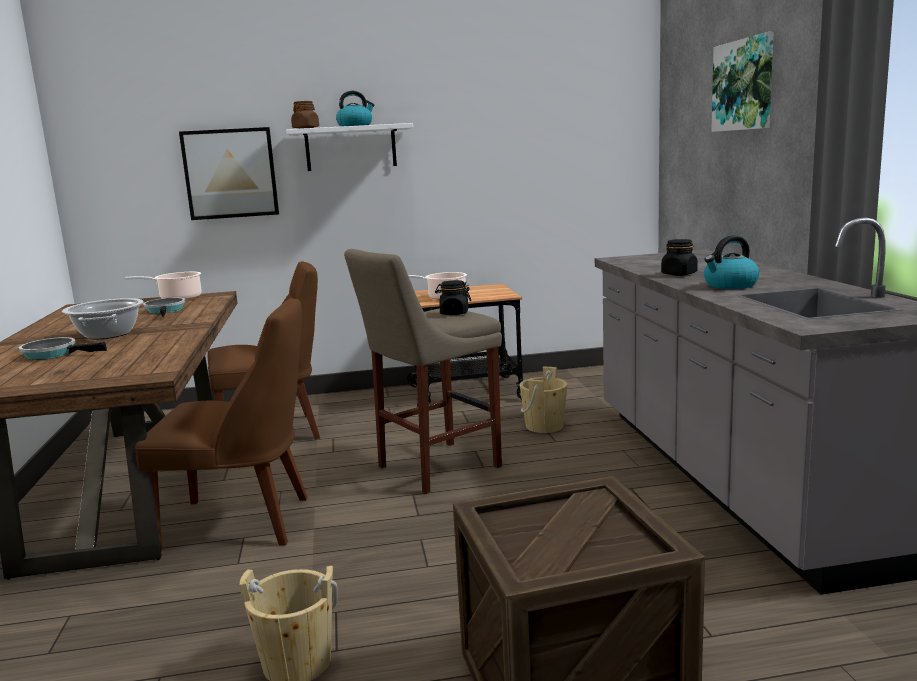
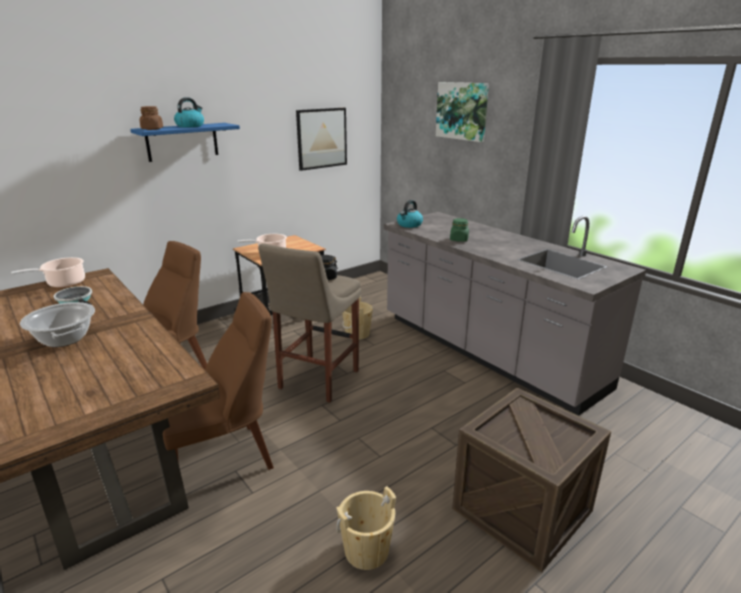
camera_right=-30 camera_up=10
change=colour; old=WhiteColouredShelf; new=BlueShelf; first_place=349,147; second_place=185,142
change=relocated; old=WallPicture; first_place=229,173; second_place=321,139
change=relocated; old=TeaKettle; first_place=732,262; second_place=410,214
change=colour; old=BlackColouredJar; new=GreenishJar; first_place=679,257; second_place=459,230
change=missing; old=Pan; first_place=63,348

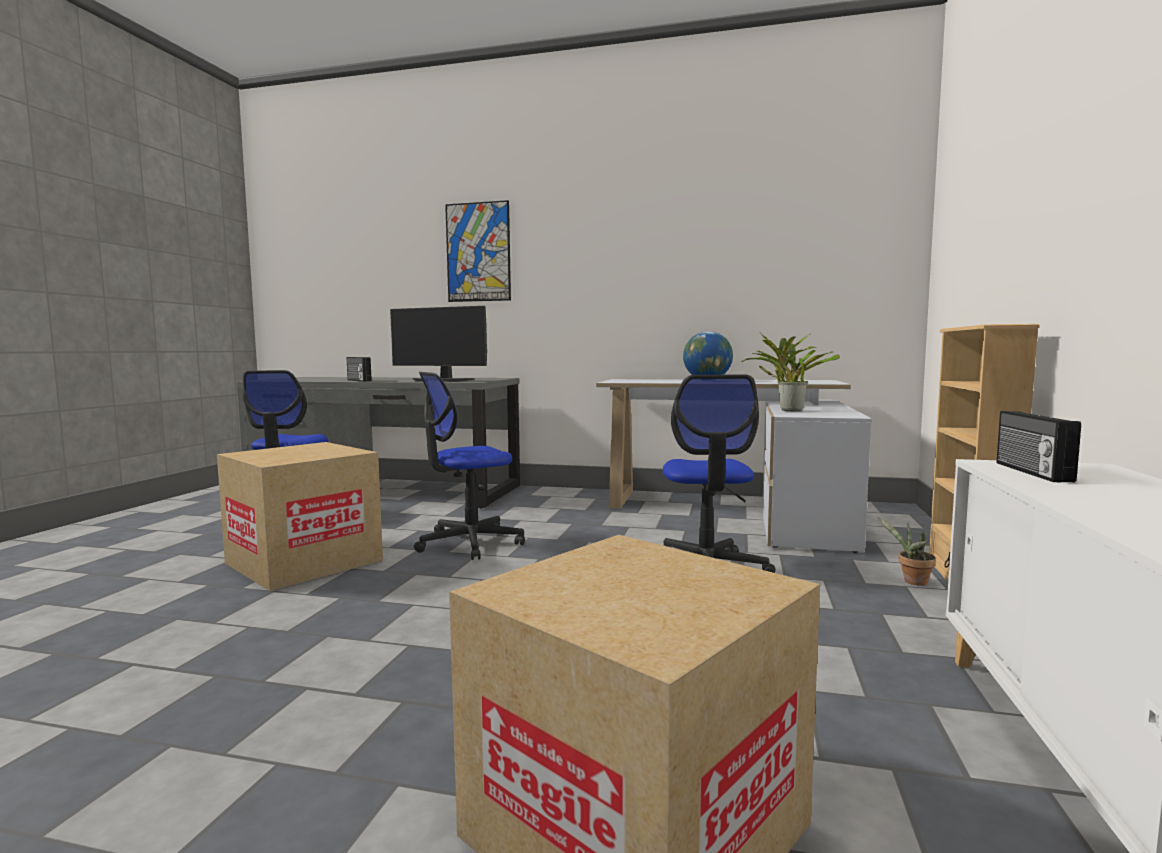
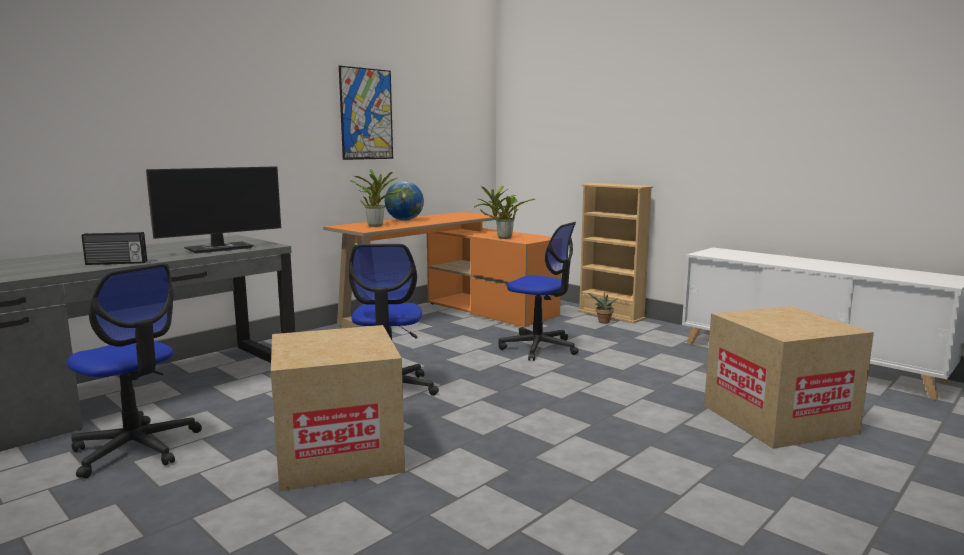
camera_right=-60 camera_up=5
change=relocated; old=WallPicture; first_place=478,251; second_place=366,113
change=colour; old=WhiteColouredDeskUnit; new=OrangeDeskUnit; first_place=734,466; second_place=442,270
change=missing; old=Radio; first_place=1039,446
change=appeared; new=PottedPlant; second_place=376,198

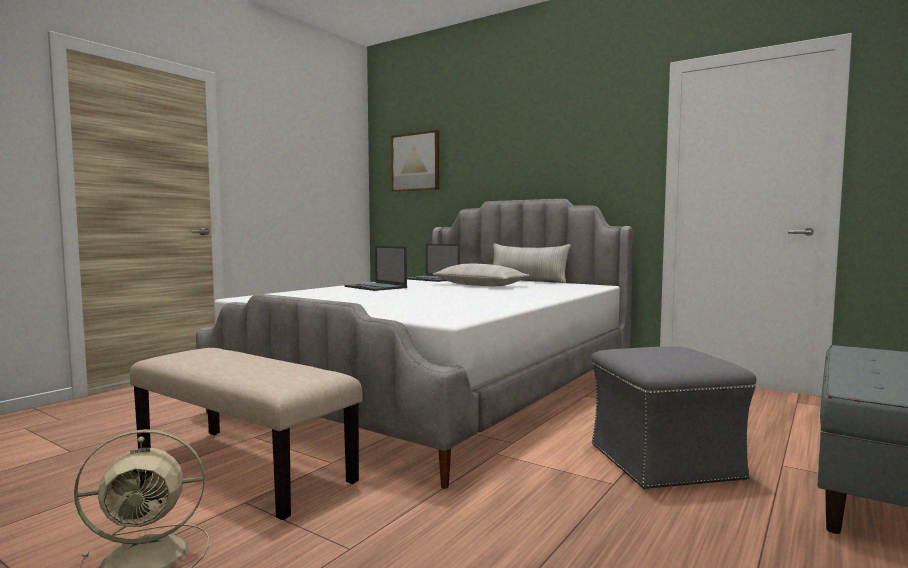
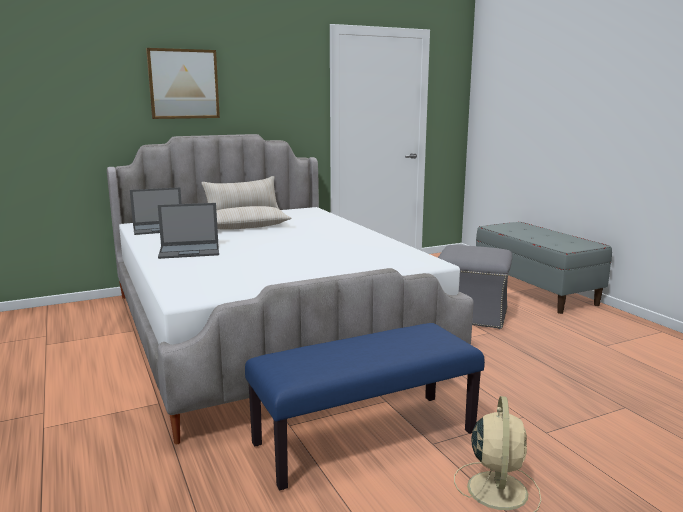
camera_right=-60 camera_up=10
change=relocated; old=WallPicture; first_place=415,161; second_place=183,83
change=colour; old=BeigeBench; new=BlueBench; first_place=246,434; second_place=365,406

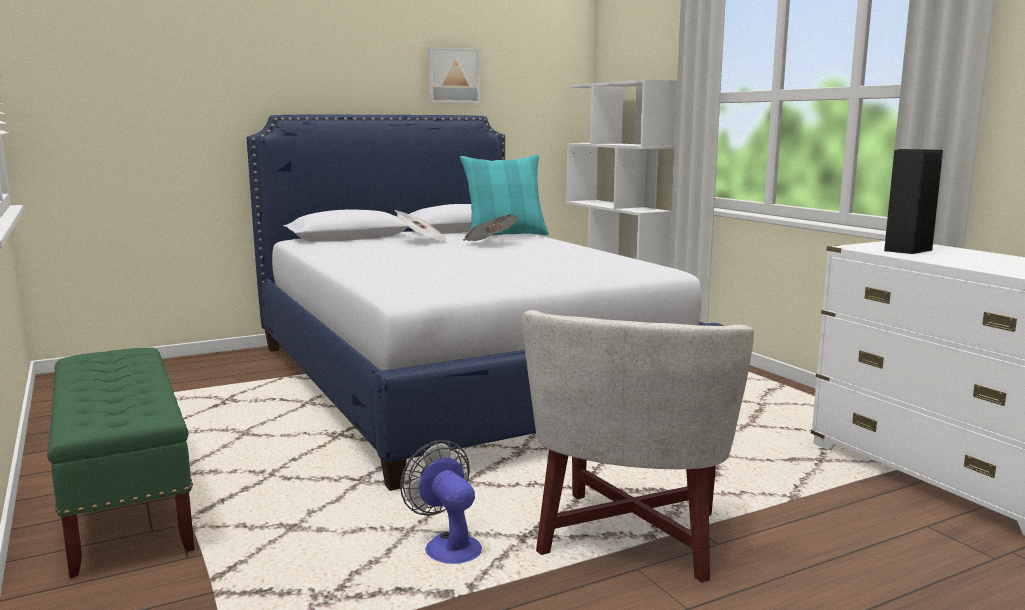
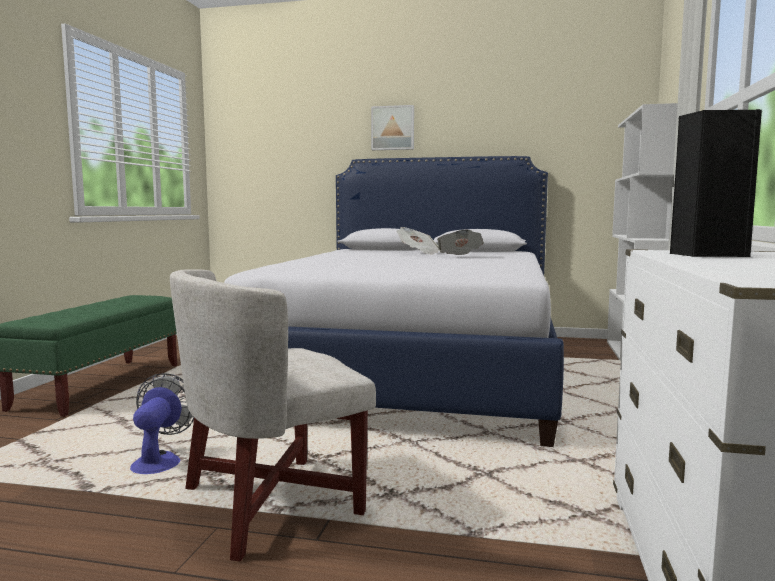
camera_right=40 camera_up=-5
change=relocated; old=WallPicture; first_place=454,75; second_place=392,127
change=missing; old=BlueGreenThrowPillow; first_place=504,195

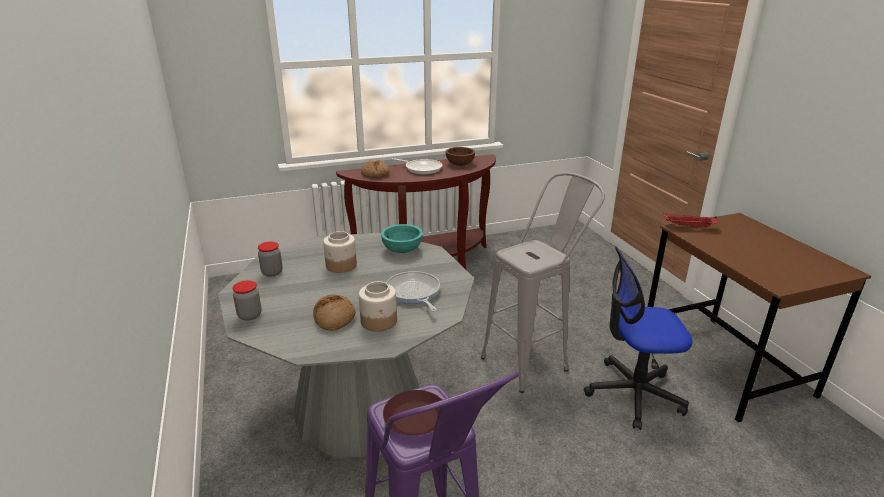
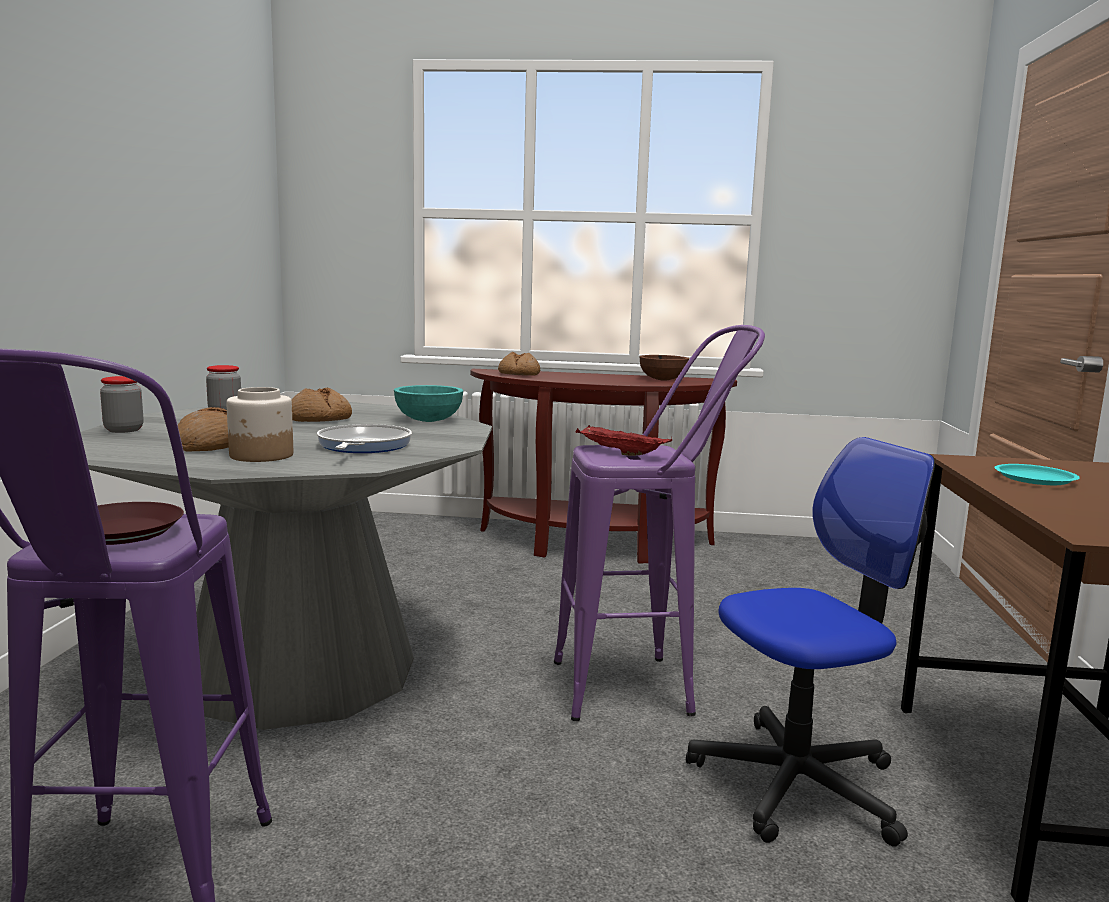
camera_right=25 camera_up=-15
change=missing; old=Pan; first_place=417,166
change=colour; old=GreyishSittingStool; new=PurpleSittingStool; first_place=543,282; second_place=659,523
change=relocated; old=RedCarryingTray; first_place=691,221; second_place=623,441
change=exchanged; old=Jar; new=BakeryBread; first_place=340,252; second_place=321,404
change=spun; old=OfficeChair; first_place=638,338; second_place=810,642; degrees=135
change=appeared; new=BlueGreenDinnerPlate; second_place=1037,474

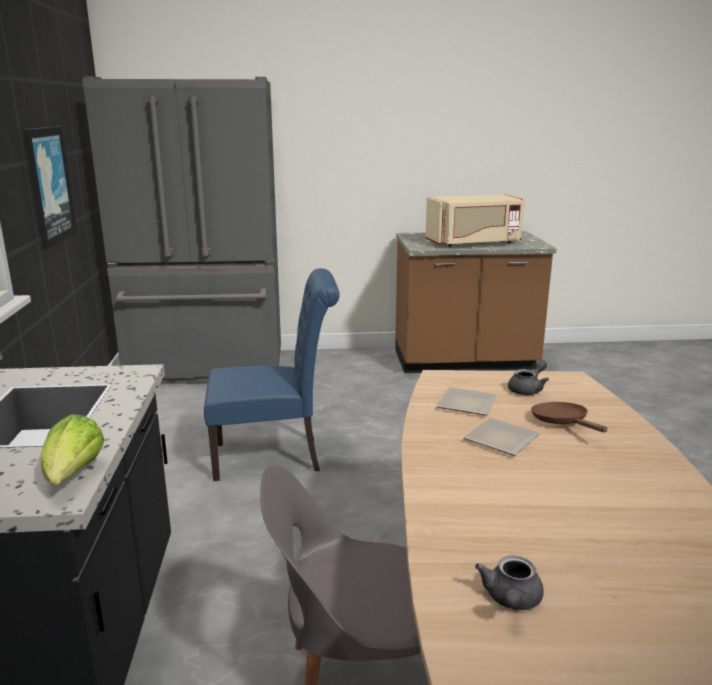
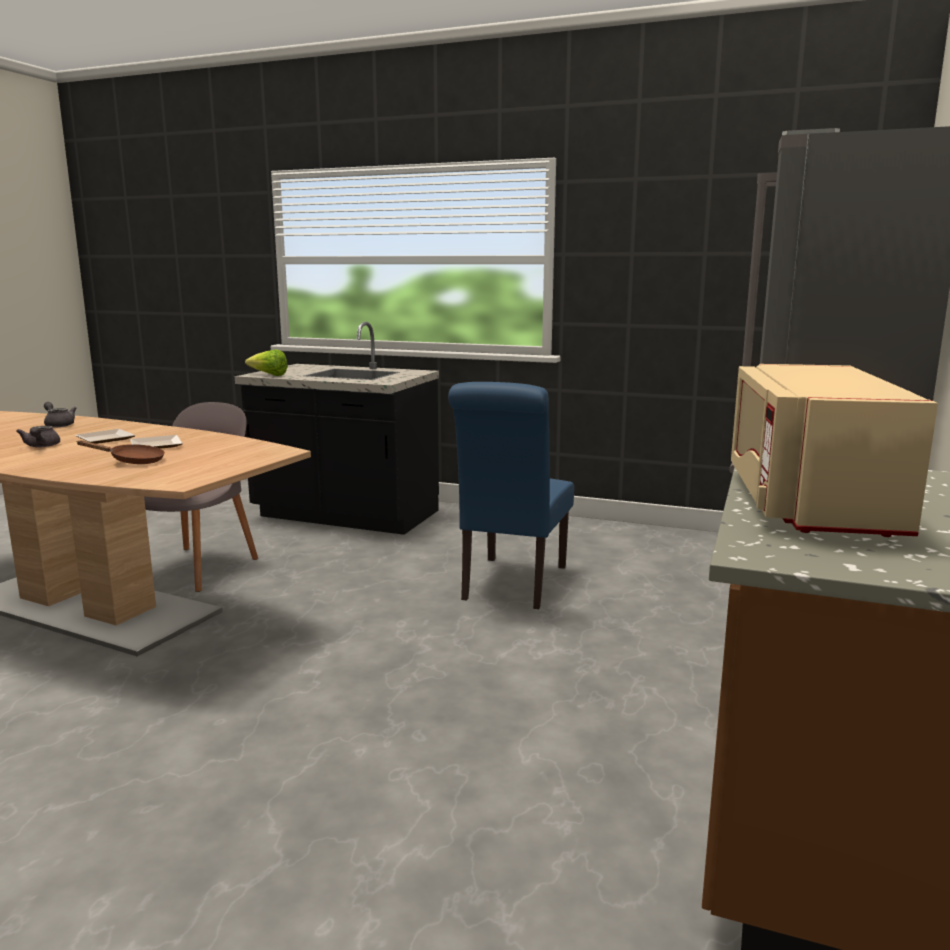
camera_right=115 camera_up=-5
change=missing; old=WallPicture; first_place=50,188
change=relocated; old=GreyishPotForTea; first_place=528,377; second_place=38,436
change=relocated; old=DinnerPlate; first_place=467,401; second_place=105,436

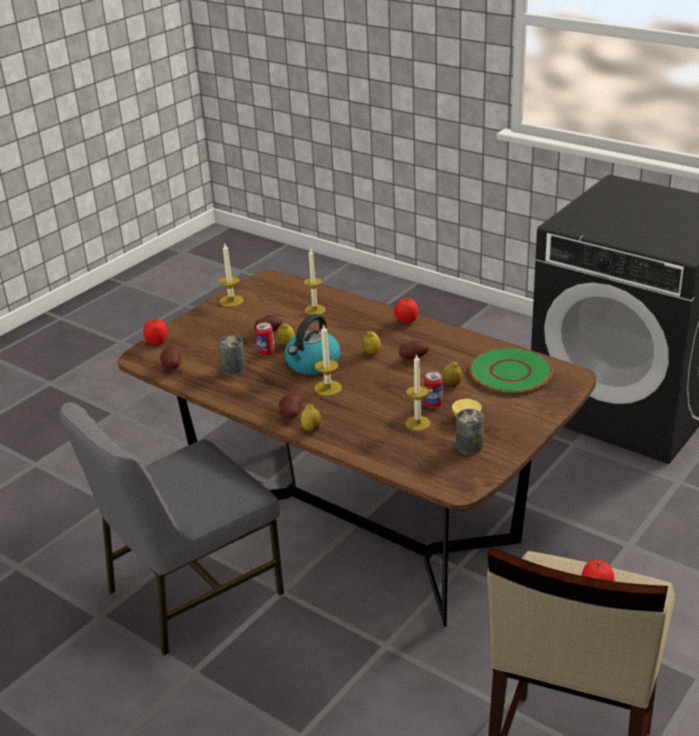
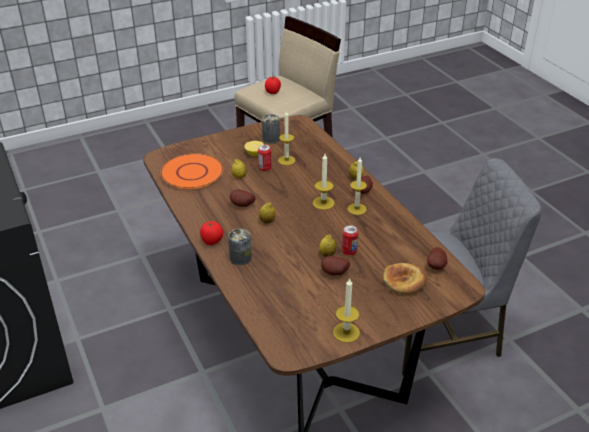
camera_right=-155 camera_up=5
change=relocated; old=WaxCandle; first_place=315,281; second_place=357,186
change=missing; old=TeaKettle; first_place=313,344
change=missing; old=FreshTomato; first_place=155,332
change=relocated; old=MetalCan; first_place=231,356; second_place=240,247
change=colour; old=GreenishDinnerPlate; new=OrangeDinnerPlate; first_place=511,370; second_place=192,171
change=appeared; new=BakeryBread; second_place=405,278

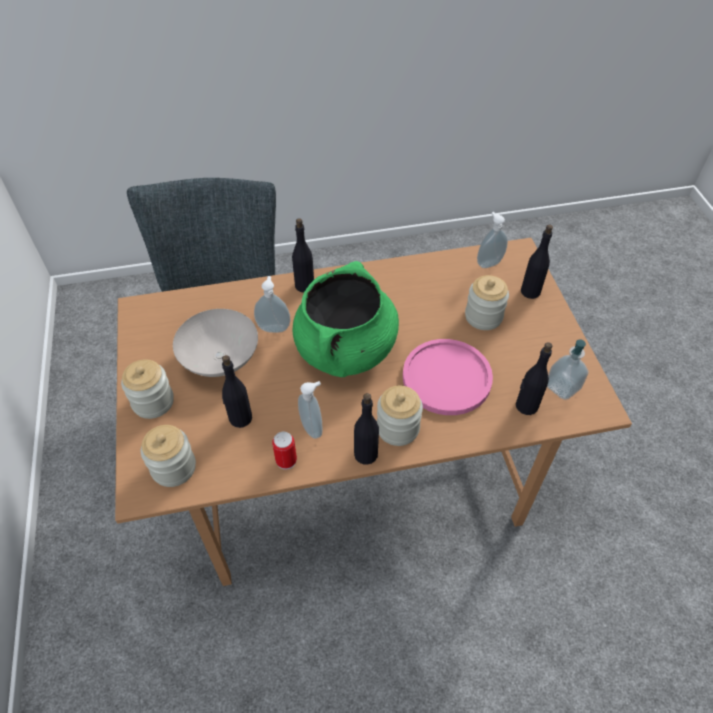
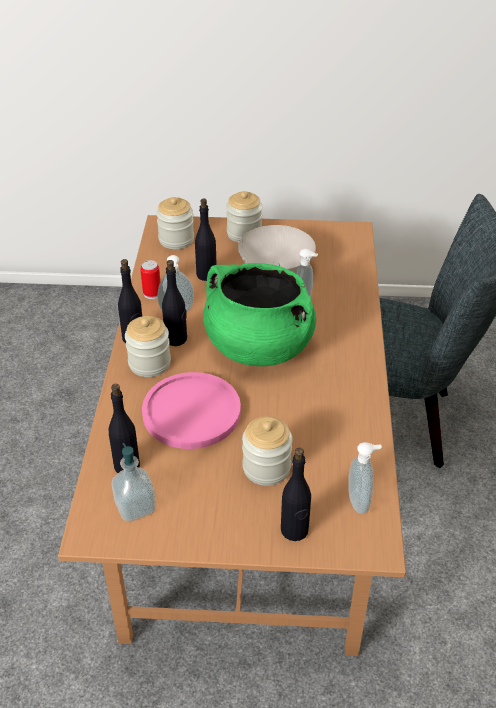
camera_right=105 camera_up=-10
change=relocated; old=BlackColouredDrinkBottle; first_place=303,255; second_place=174,303

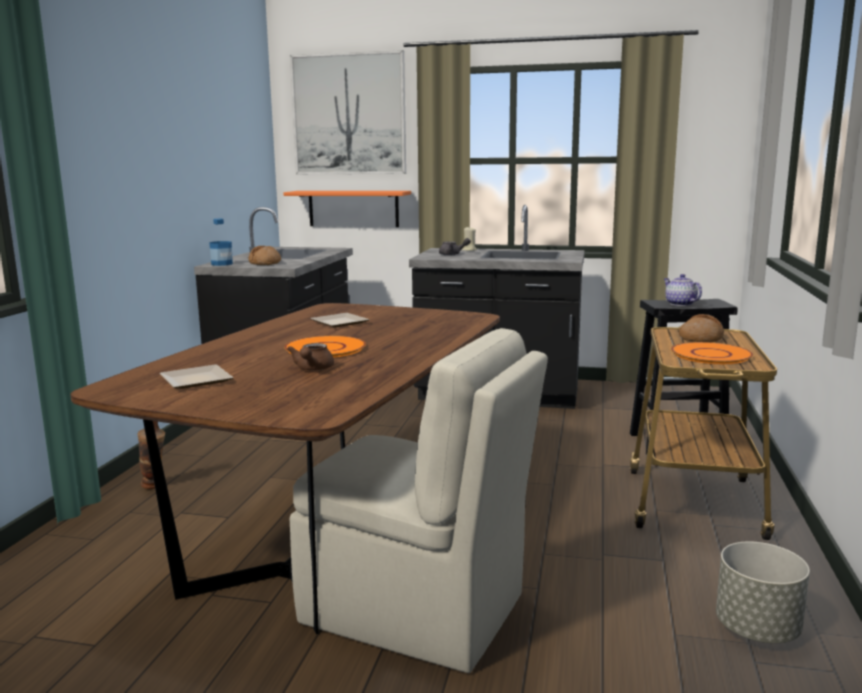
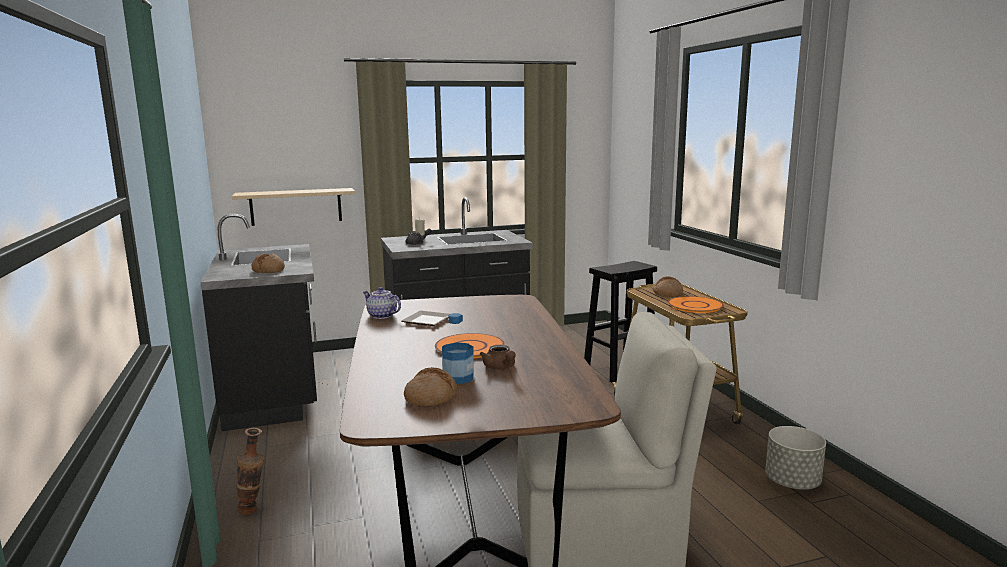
camera_right=-30 camera_up=0
change=missing; old=WallPicture; first_place=348,112
change=colour; old=OrangeShelf; new=BeigeShelf; first_place=347,209; second_place=293,207
change=relocated; old=DrinkBottle; first_place=221,242; second_place=458,348
change=relocated; old=PotForTea; first_place=683,290; second_place=382,303
change=exchanged; old=DinnerPlate; new=BakeryBread; first_place=197,376; second_place=430,386

